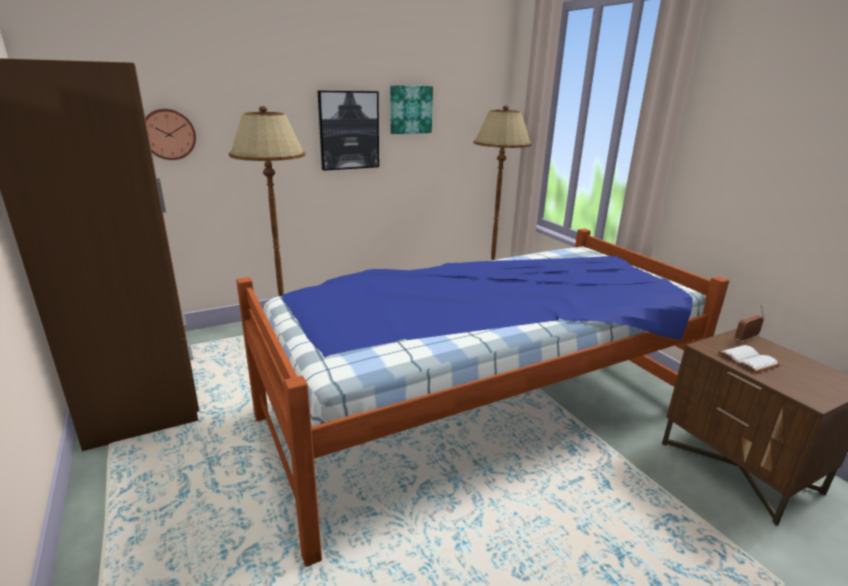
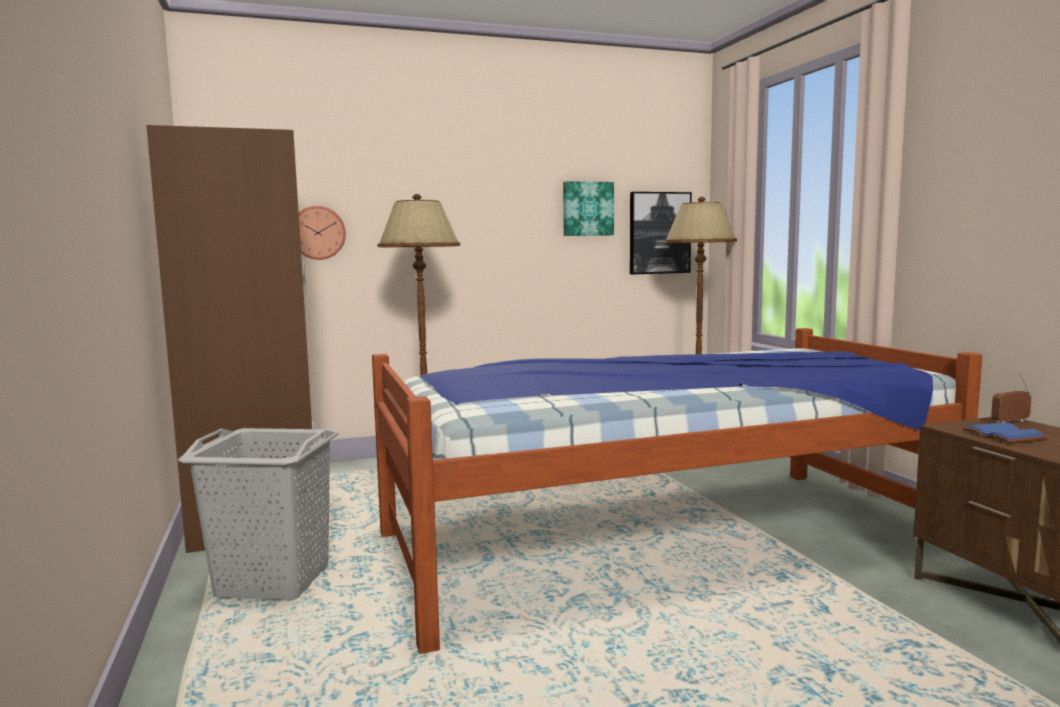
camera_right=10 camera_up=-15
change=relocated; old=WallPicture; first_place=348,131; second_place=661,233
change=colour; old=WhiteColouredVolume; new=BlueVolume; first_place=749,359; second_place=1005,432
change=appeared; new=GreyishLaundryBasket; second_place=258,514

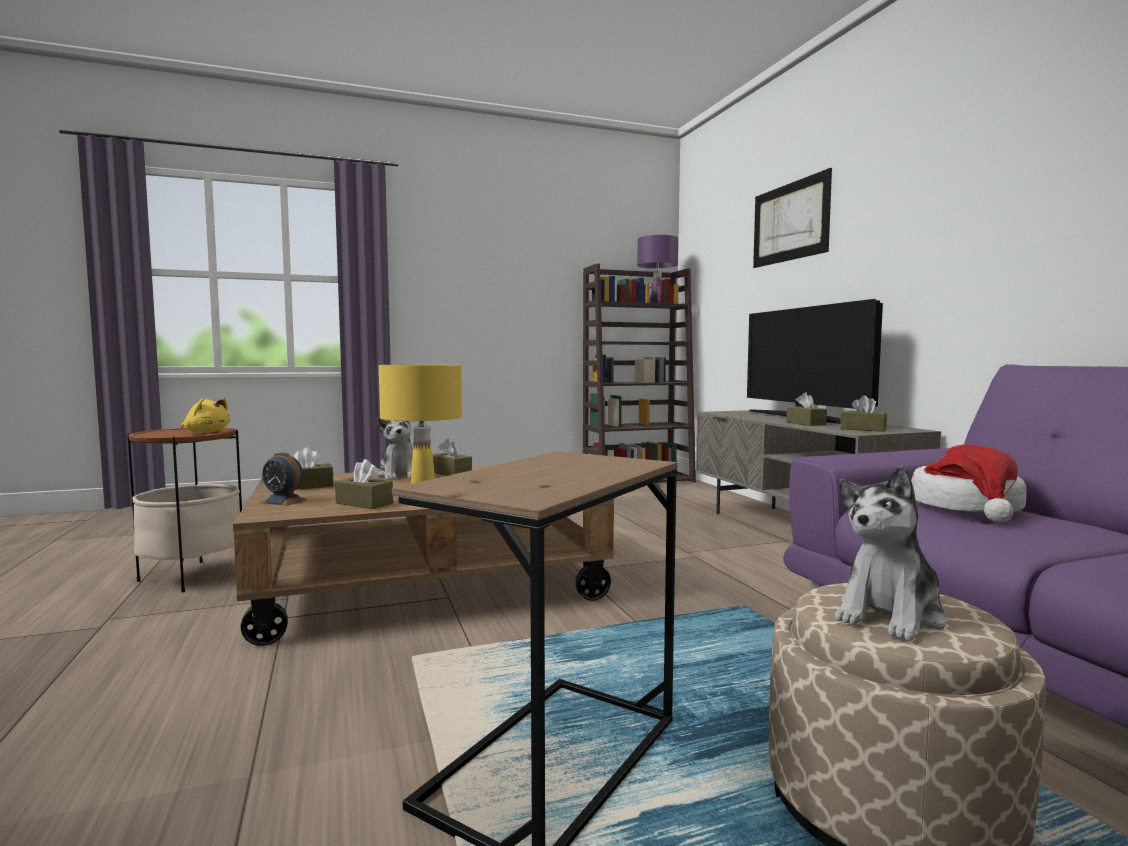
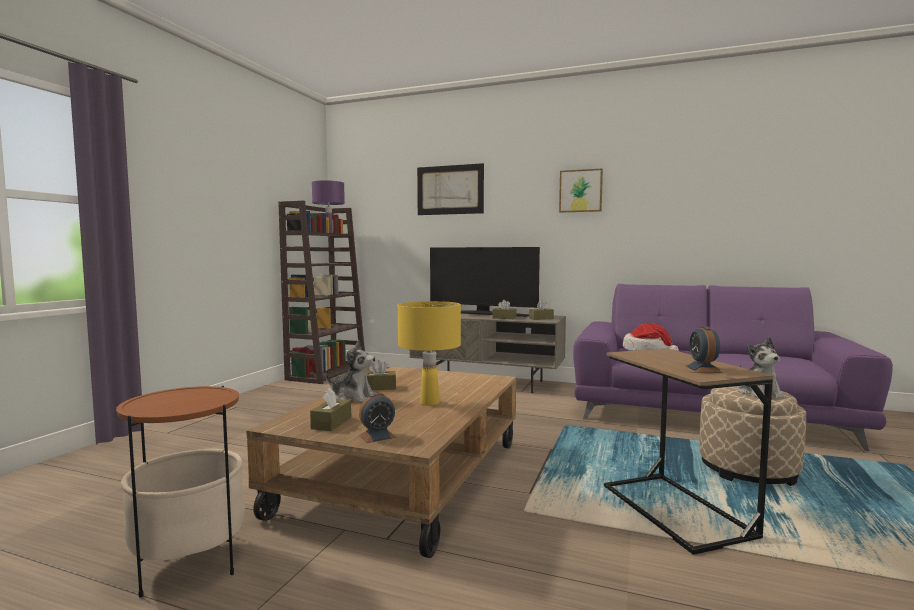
camera_right=-50 camera_up=0
change=missing; old=YellowSoftToy; first_place=205,415
change=missing; old=BrownishBoxOfTissues; first_place=364,484
change=appeared; new=WallPicture; second_place=581,190
change=appeared; new=BedsideClock; second_place=704,349

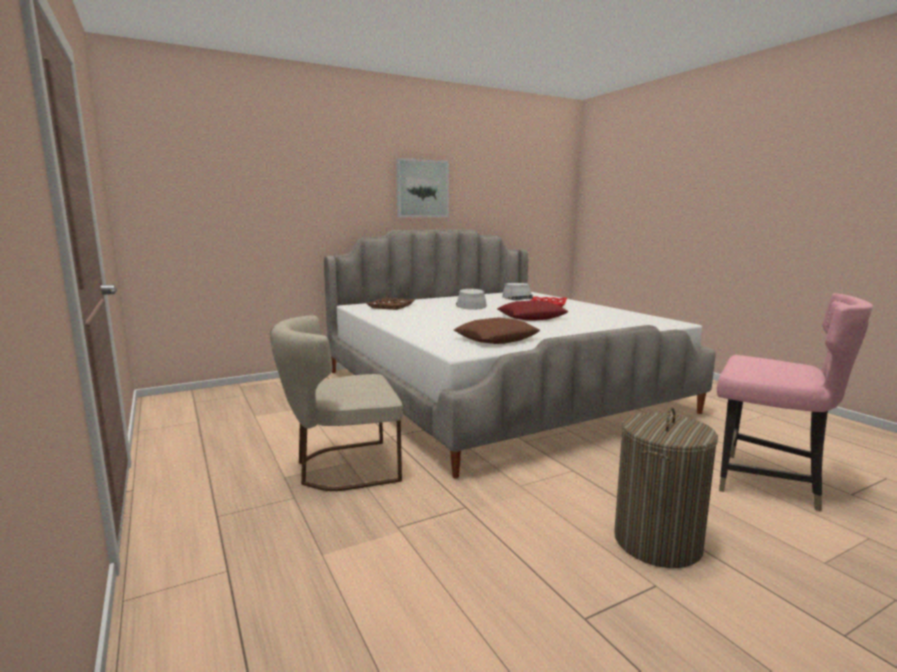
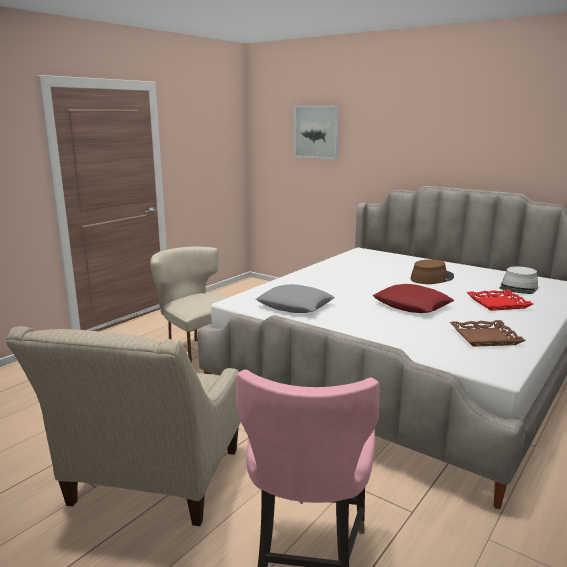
camera_right=65 camera_up=5
change=relocated; old=WallPicture; first_place=422,187; second_place=316,132
change=colour; old=GreyishHat; new=BrownishHat; first_place=471,299; second_place=432,271
change=relocated; old=BrownishCarryingTray; first_place=390,303; second_place=488,333
change=colour; old=BrownishThrowPillow; new=GreyishThrowPillow; first_place=497,330; second_place=295,298
change=exchanged; old=LaundryBasket; new=BeigeLoungeChair; first_place=666,488; second_place=123,426

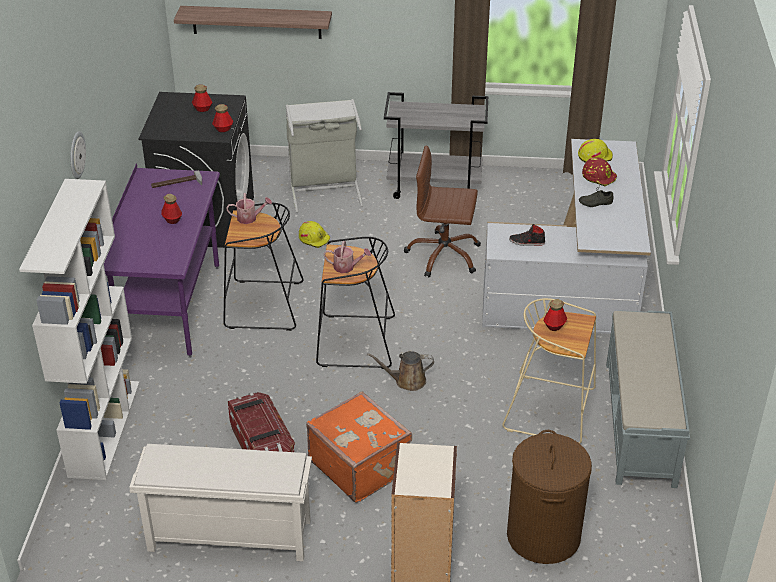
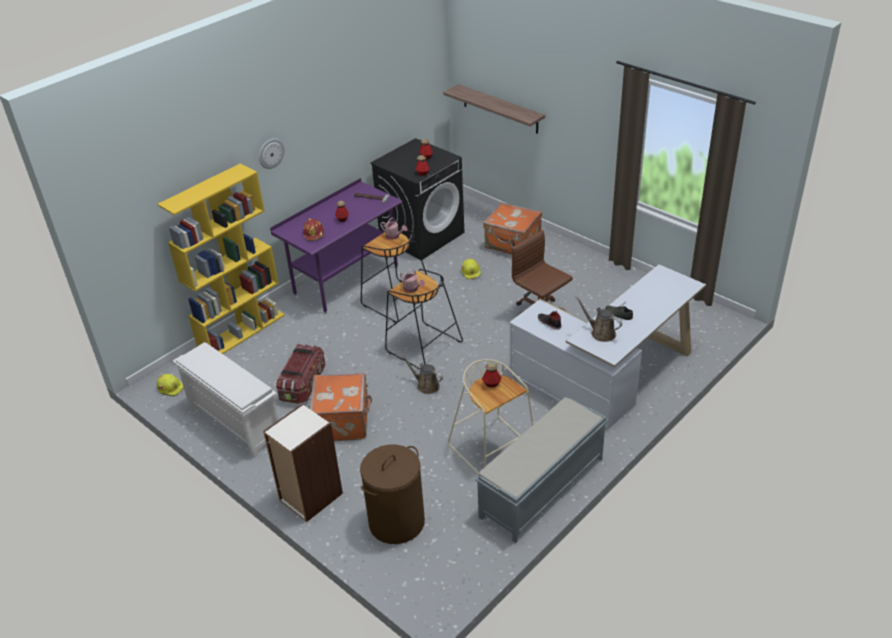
camera_right=40 camera_up=0
change=missing; old=GreyishTrolley; first_place=436,145
change=exchanged; old=GreyishLaundryBasket; new=OrangePieceOfLuggage; first_place=324,156; second_place=512,228
change=relocated; old=YellowSafetyHelmet; first_place=595,151; second_place=170,385
change=relocated; old=RedSafetyHelmet; first_place=599,171; second_place=313,230
change=colour; old=WhiteColouredBookshelf; new=YellowBookshelf; first_place=79,329; second_place=221,259
change=appeared; new=BrownishSprinklingCan; second_place=598,319

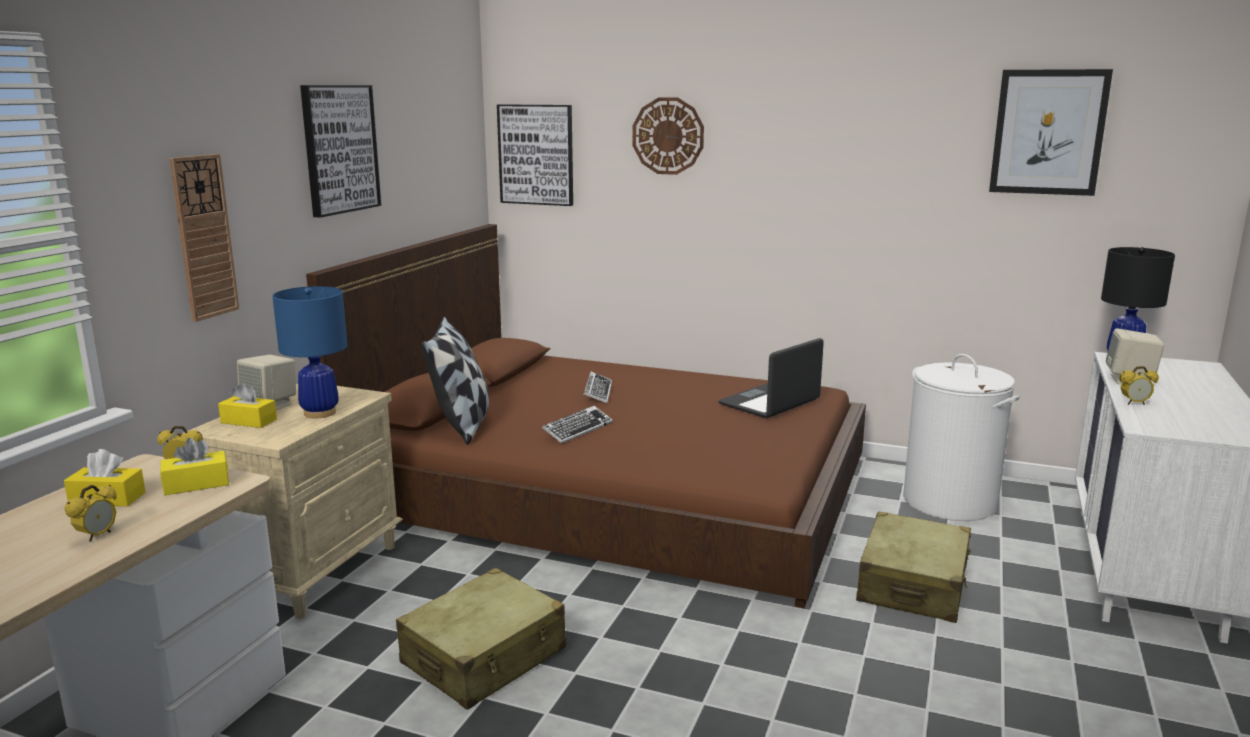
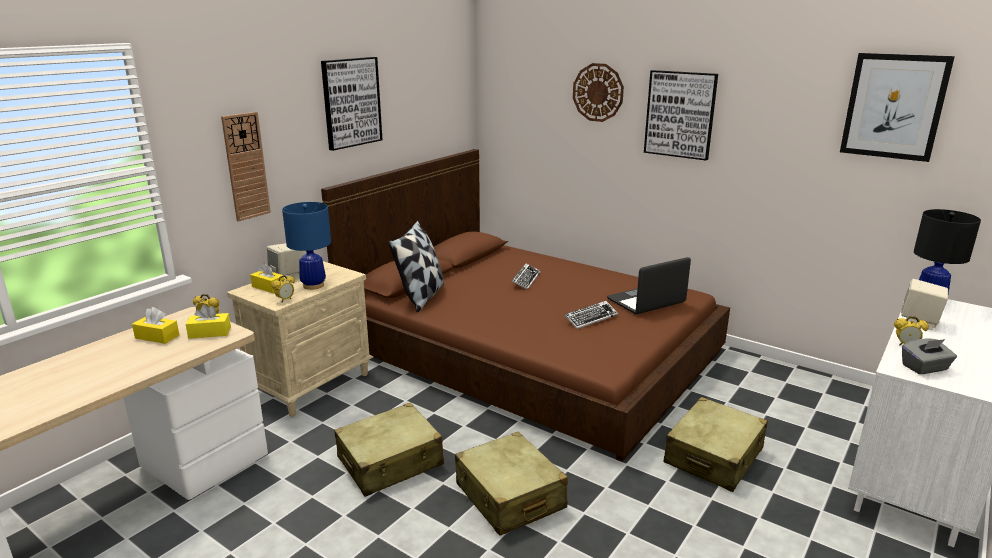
camera_right=15 camera_up=5
change=relocated; old=WallPicture; first_place=535,155; second_place=681,115
change=missing; old=WhiteColouredLaundryBasket; first_place=961,437
change=relocated; old=PcKeyboard; first_place=577,425; second_place=591,315
change=relocated; old=BedsideClock; first_place=90,513; second_place=283,288
change=appeared; new=GreyishBoxOfTissues; second_place=929,356
change=appeared; new=BeigePieceOfLuggage; second_place=511,484

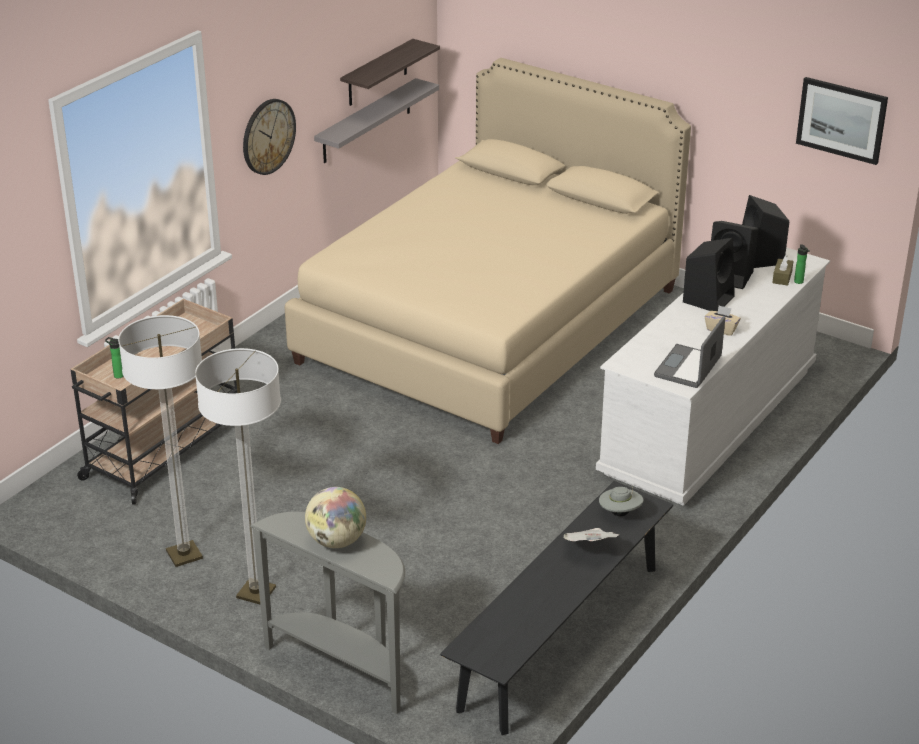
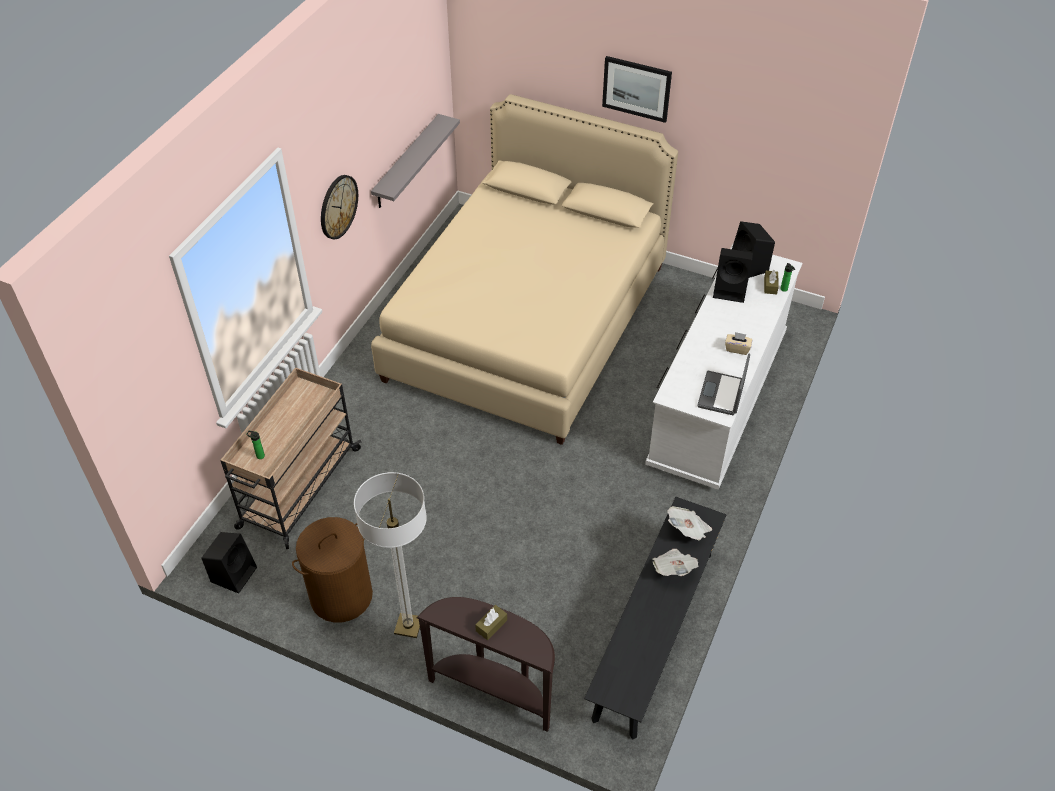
camera_right=-10 camera_up=15
change=missing; old=Shelf; first_place=390,72
change=relocated; old=WallPicture; first_place=842,121; second_place=637,89
change=relocated; old=BlackColouredLoudspeaker; first_place=709,274; second_place=229,562
change=exchanged; old=StandingLamp; new=BrownishLaundryBasket; first_place=160,441; second_place=332,569
change=exchanged; old=GreyishHat; new=DailyPaper; first_place=621,501; second_place=689,523
change=exchanged; old=DeskGlobe; new=BrownishBoxOfTissues; first_place=335,517; second_place=491,622
change=colour; old=GreyishNarrowTable; new=BrownishNarrowTable; first_place=327,613; second_place=486,664

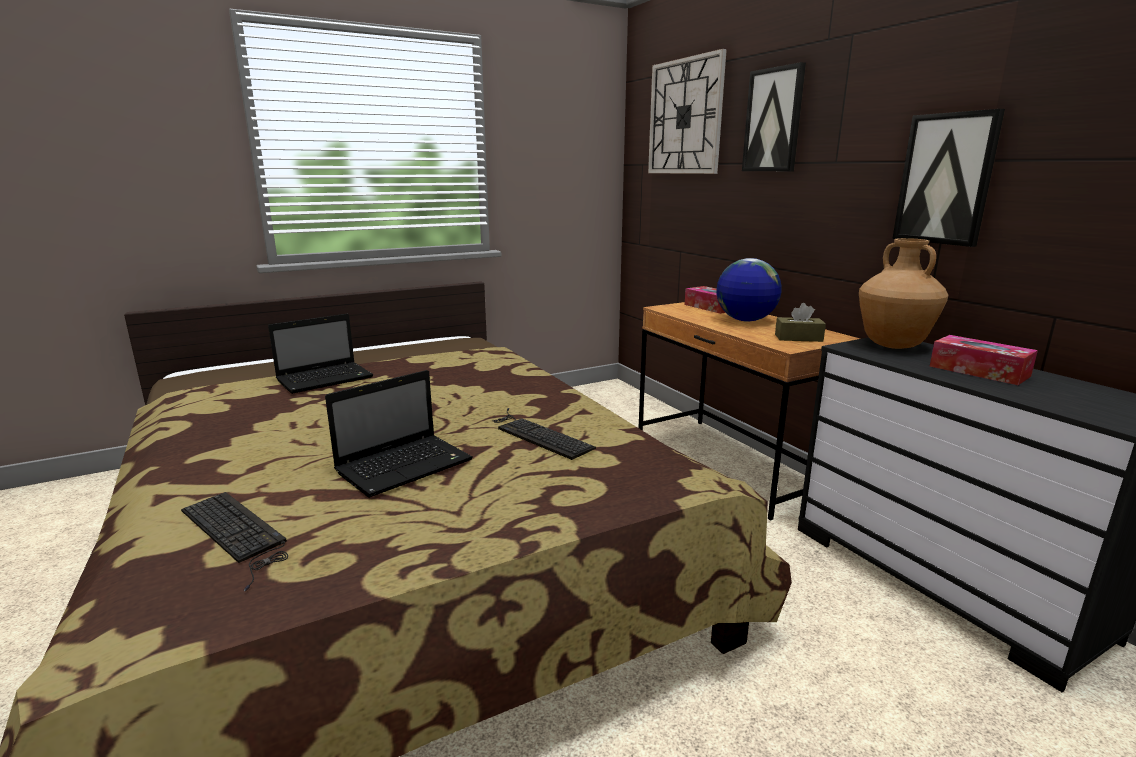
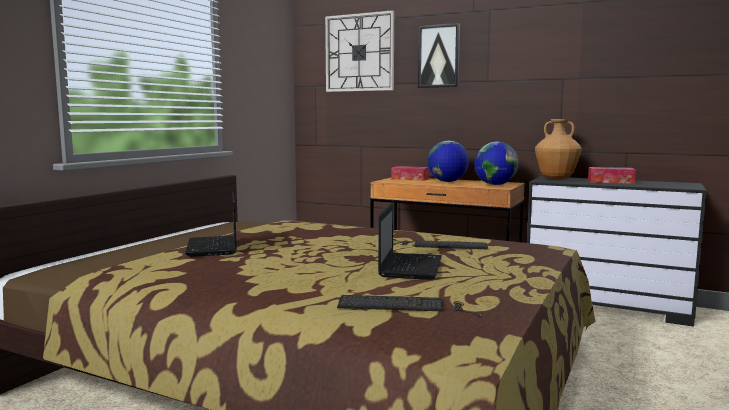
camera_right=-35 camera_up=-10
change=missing; old=WallPicture; first_place=948,178
change=exchanged; old=BrownishBoxOfTissues; new=DeskGlobe; first_place=800,322; second_place=496,163
change=spun; old=Laptop; first_place=320,354; second_place=211,224; degrees=150

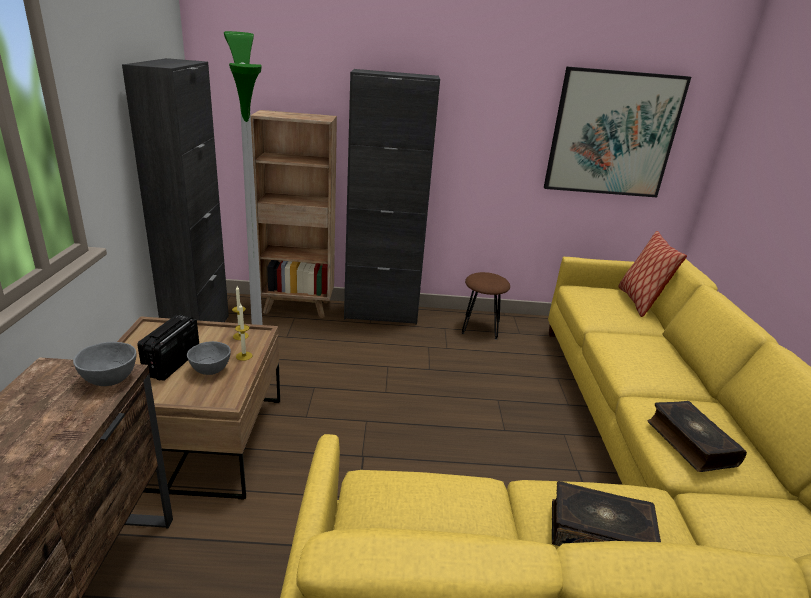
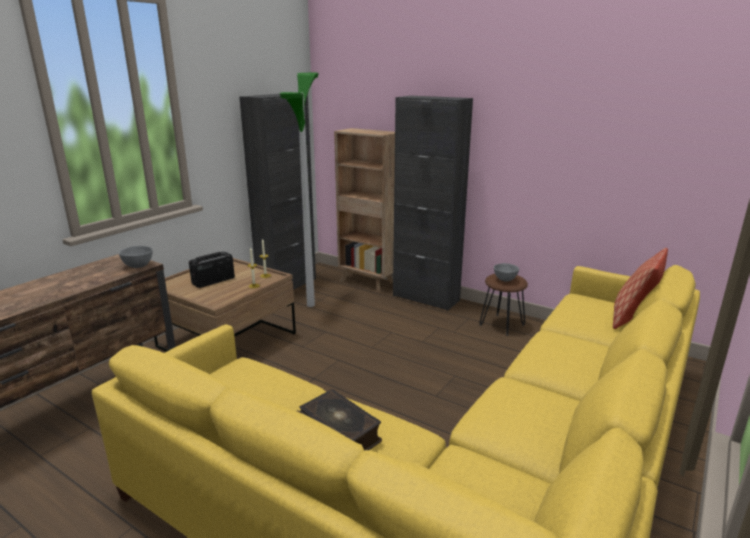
camera_right=35 camera_up=-5
change=missing; old=WallPicture; first_place=617,131
change=relocated; old=GreyishDeepDish; first_place=209,358; second_place=506,272
change=missing; old=Volume; first_place=697,436

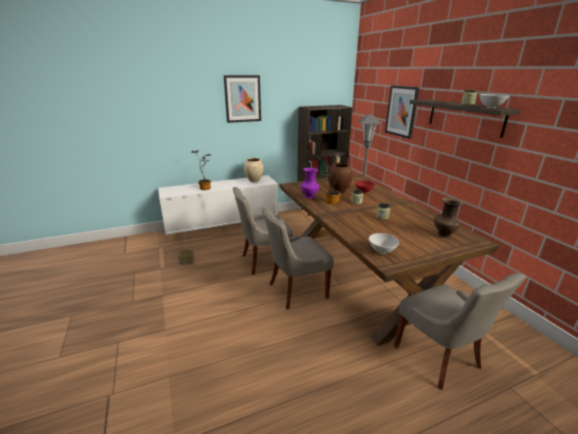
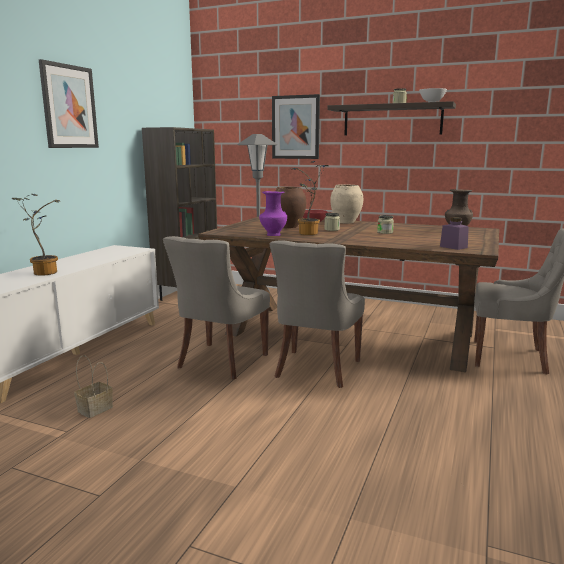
camera_right=-45 camera_up=-10
change=relocated; old=BeigeFlowerVase; first_place=253,170; second_place=346,203
change=exchanged; old=WhiteColouredDeepDish; new=PurpleJar; first_place=384,243; second_place=454,233

